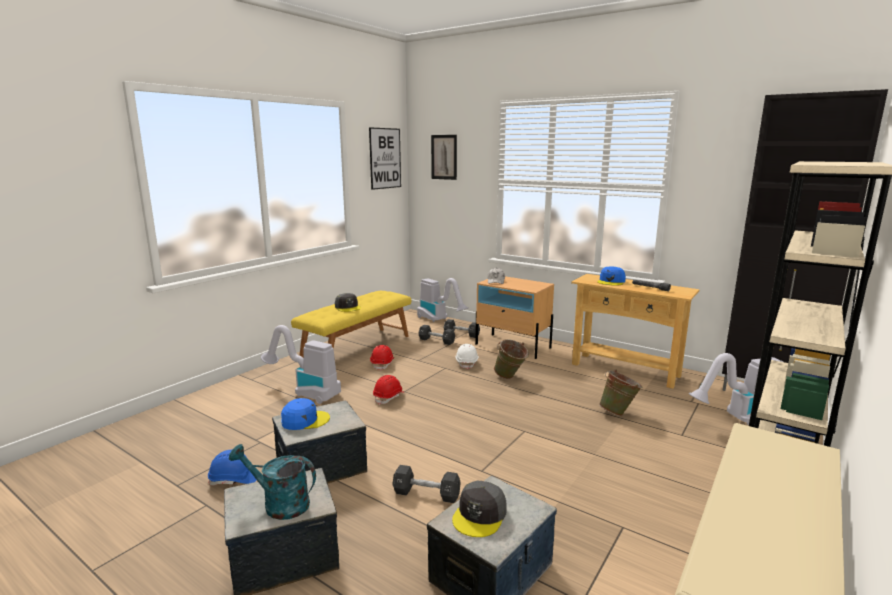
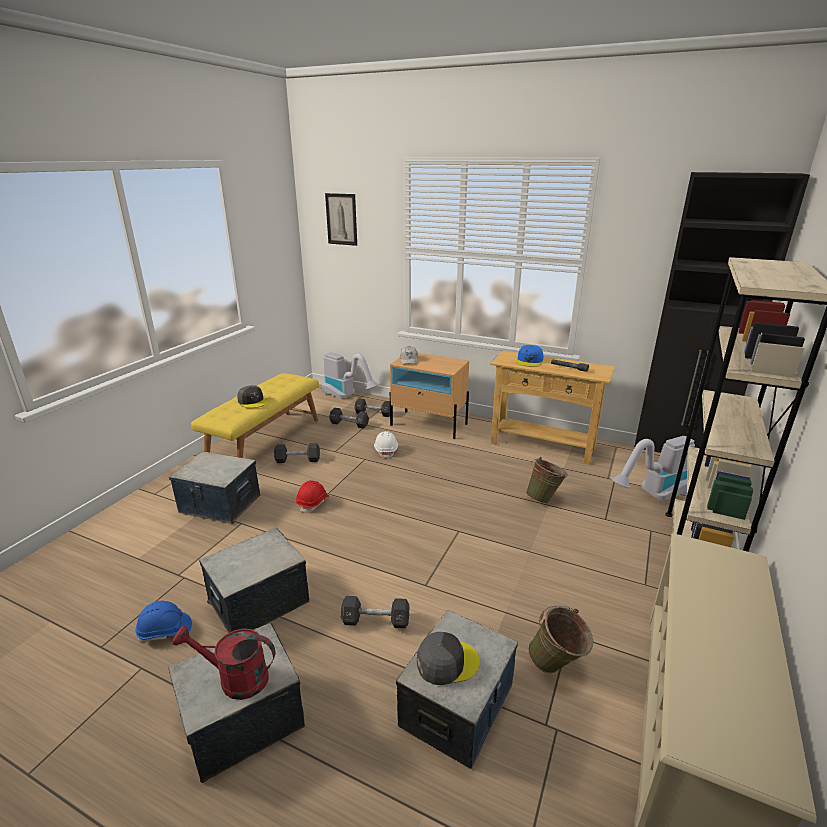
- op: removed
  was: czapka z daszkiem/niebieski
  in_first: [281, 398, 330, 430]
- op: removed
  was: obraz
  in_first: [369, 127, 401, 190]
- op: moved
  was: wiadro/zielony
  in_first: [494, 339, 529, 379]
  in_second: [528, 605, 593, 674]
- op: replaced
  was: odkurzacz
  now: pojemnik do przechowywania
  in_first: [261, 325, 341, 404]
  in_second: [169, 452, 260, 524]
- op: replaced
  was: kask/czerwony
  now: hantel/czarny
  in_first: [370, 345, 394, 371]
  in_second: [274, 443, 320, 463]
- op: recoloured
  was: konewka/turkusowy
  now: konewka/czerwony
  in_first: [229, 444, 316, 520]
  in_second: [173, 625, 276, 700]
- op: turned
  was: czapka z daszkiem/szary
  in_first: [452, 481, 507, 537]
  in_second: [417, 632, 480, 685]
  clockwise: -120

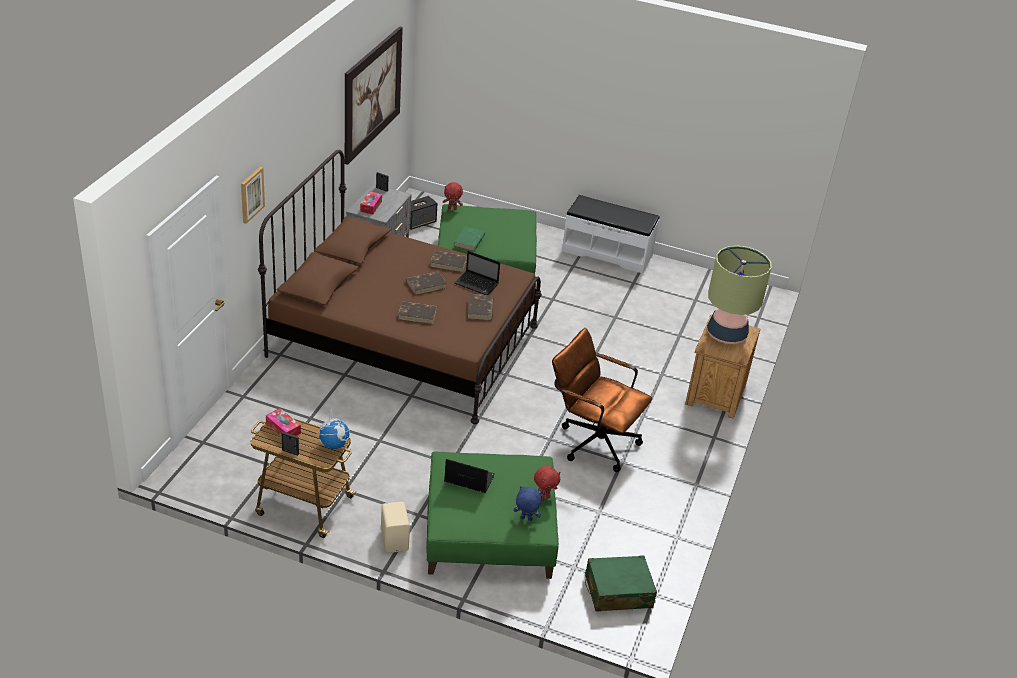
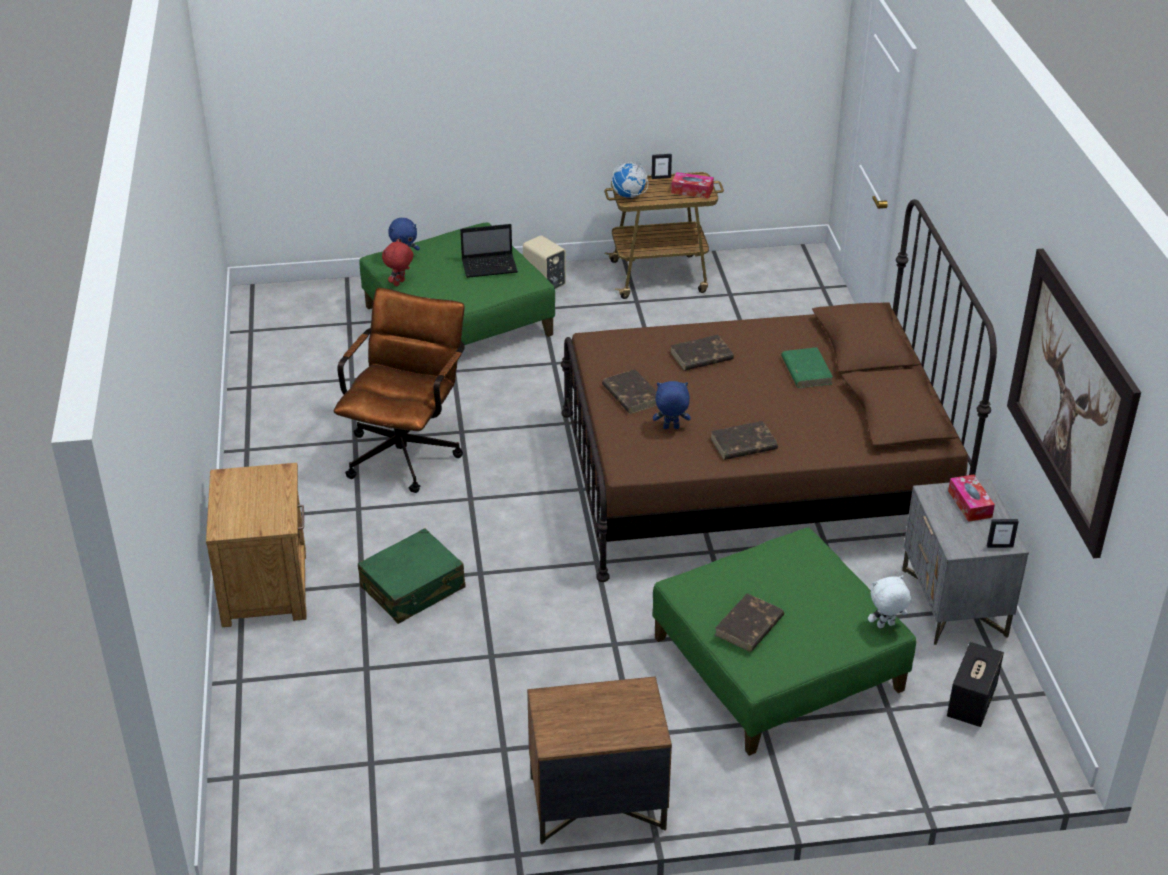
- op: removed
  was: obraz
  in_first: [241, 167, 265, 224]
- op: removed
  was: lampa stołowa
  in_first: [707, 246, 772, 344]
- op: moved
  was: książka/brązowy
  in_first: [406, 272, 447, 295]
  in_second: [715, 593, 784, 652]
- op: moved
  was: książka/zielony
  in_first: [455, 227, 485, 251]
  in_second: [781, 347, 833, 388]
- op: moved
  was: walizka/zielony
  in_first: [585, 555, 657, 612]
  in_second: [358, 528, 465, 624]
- op: replaced
  was: laptop
  now: pluszak/niebieski
  in_first: [454, 251, 500, 295]
  in_second: [653, 381, 691, 429]
- op: replaced
  was: ławka/biały
  now: szafka nocna/brązowy
  in_first: [562, 195, 660, 274]
  in_second: [527, 676, 672, 844]
- op: recoloured
  was: pluszak/czerwony
  now: pluszak/biały
  in_first: [443, 182, 463, 210]
  in_second: [868, 575, 911, 628]
- op: turned
  was: krzesło biurowe/brązowy
  in_first: [552, 328, 652, 472]
  in_second: [334, 288, 465, 493]
  clockwise: -75

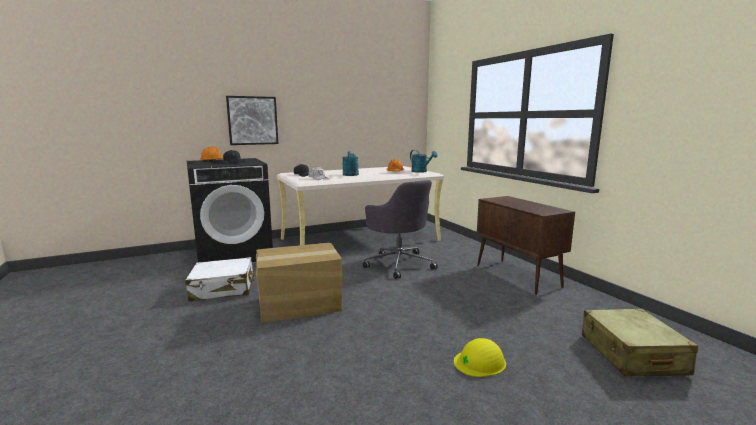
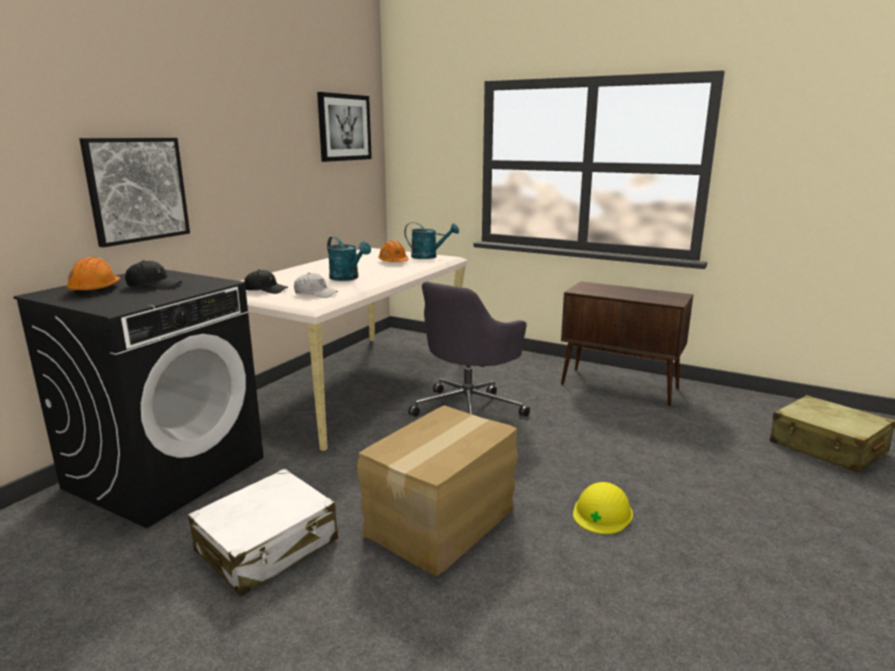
- op: added
  now: obraz
  in_second: [317, 92, 372, 162]
- op: moved
  was: kask/żółty
  in_first: [454, 338, 506, 377]
  in_second: [573, 482, 633, 534]
- op: turned
  was: krzesło biurowe/szary
  in_first: [363, 180, 438, 279]
  in_second: [408, 281, 530, 417]
  clockwise: 105

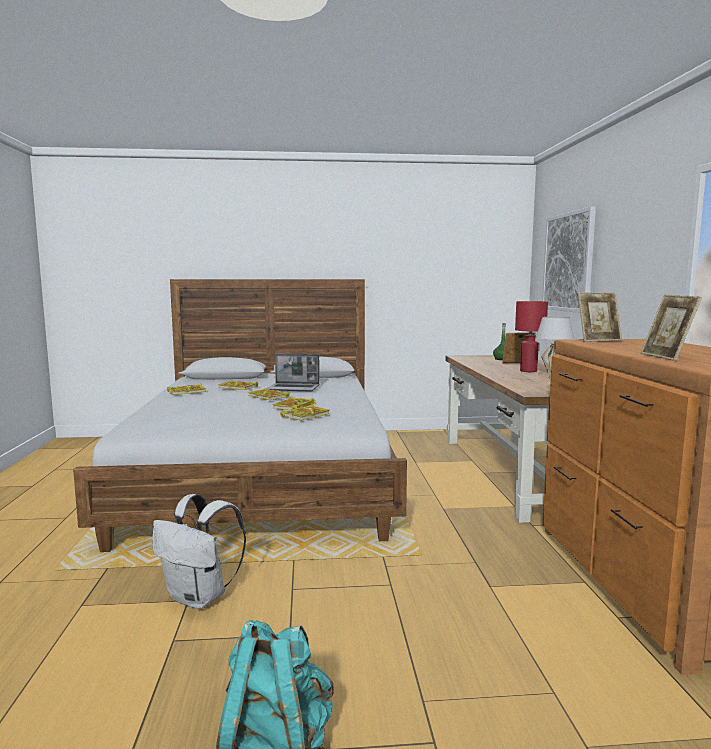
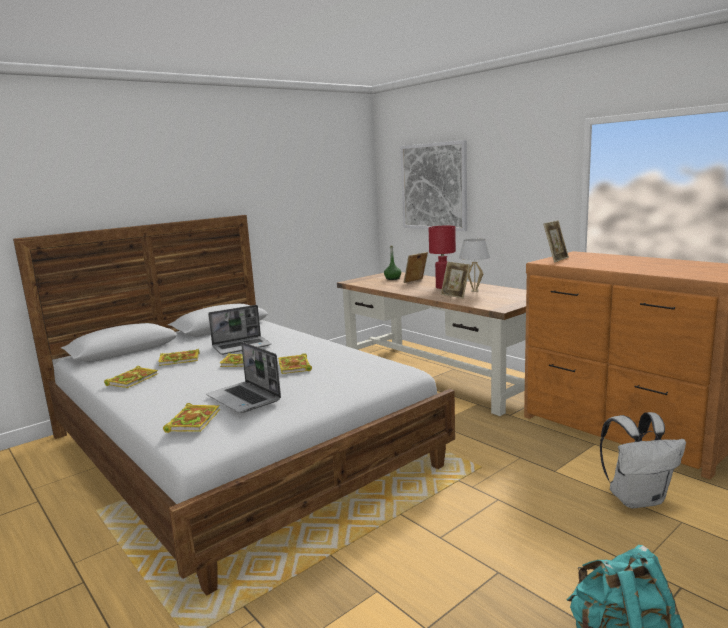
- op: added
  now: laptop
  in_second: [206, 342, 281, 413]
- op: moved
  was: plecak/biały
  in_first: [152, 494, 246, 609]
  in_second: [600, 412, 686, 509]
- op: moved
  was: książka
  in_first: [280, 404, 330, 421]
  in_second: [163, 403, 220, 433]
- op: moved
  was: ramka na zdjęcie
  in_first: [641, 294, 702, 361]
  in_second: [441, 262, 470, 298]

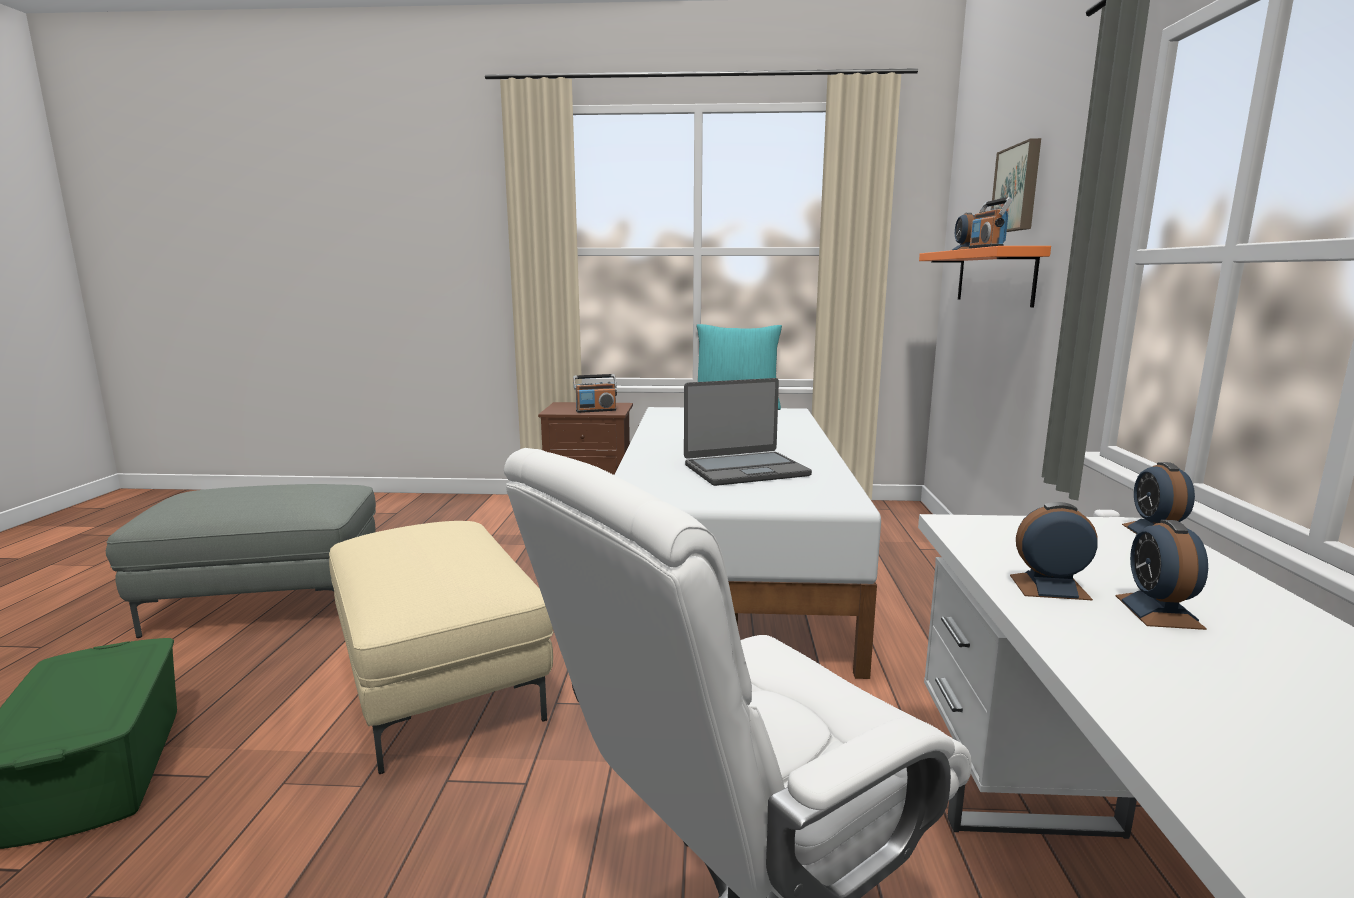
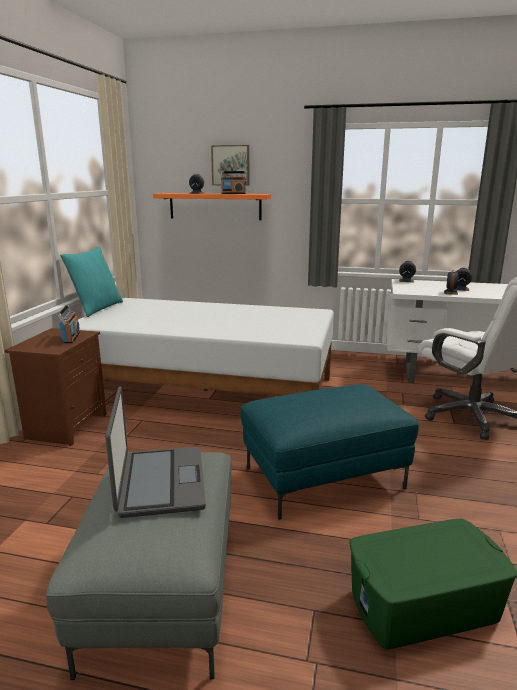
- op: moved
  was: laptop
  in_first: [684, 378, 812, 486]
  in_second: [105, 386, 206, 518]
- op: recoloured
  was: pufa/beżowy
  now: pufa/turkusowy
  in_first: [329, 521, 553, 774]
  in_second: [240, 384, 419, 520]

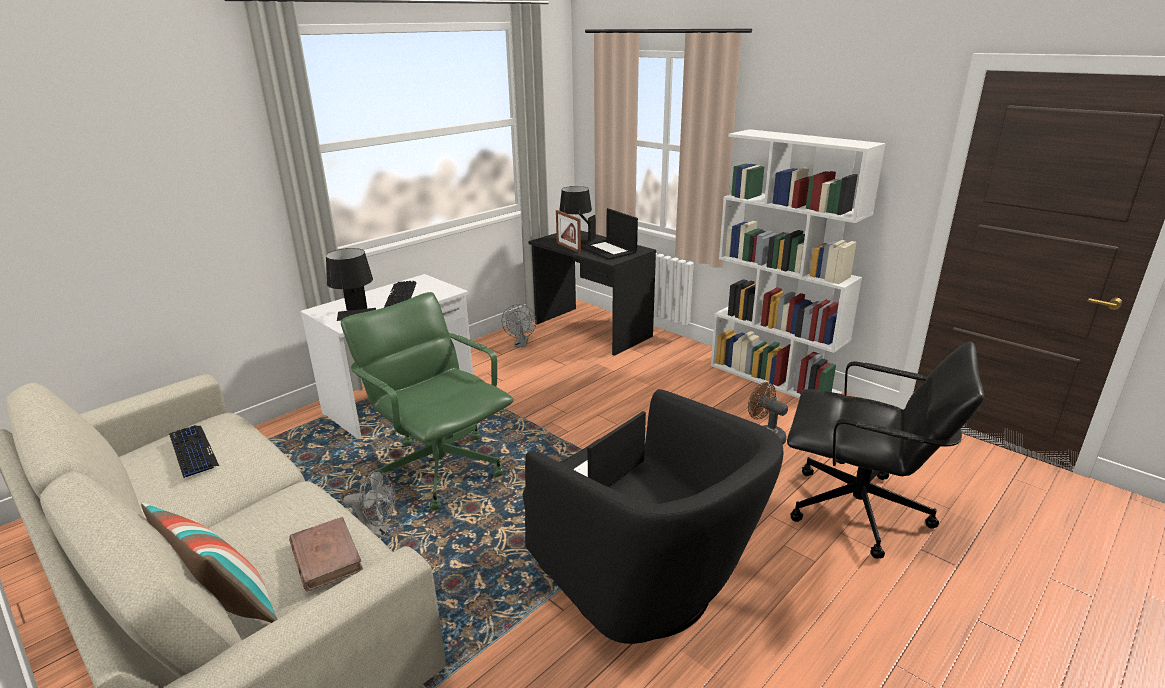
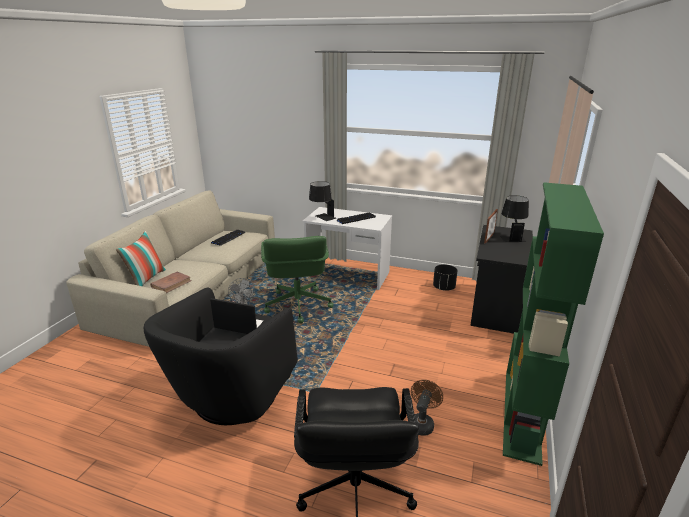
- op: removed
  was: laptop
  in_first: [581, 208, 638, 260]
- op: replaced
  was: wentylator/szary
  now: donica/czarny
  in_first: [501, 304, 537, 347]
  in_second: [433, 264, 458, 291]
- op: recoloured
  was: regał/biały
  now: regał/zielony
  in_first: [711, 129, 886, 398]
  in_second: [503, 182, 604, 466]
- op: turned
  was: krzesło biurowe/zielony
  in_first: [341, 292, 514, 511]
  in_second: [261, 236, 334, 323]
  clockwise: 150

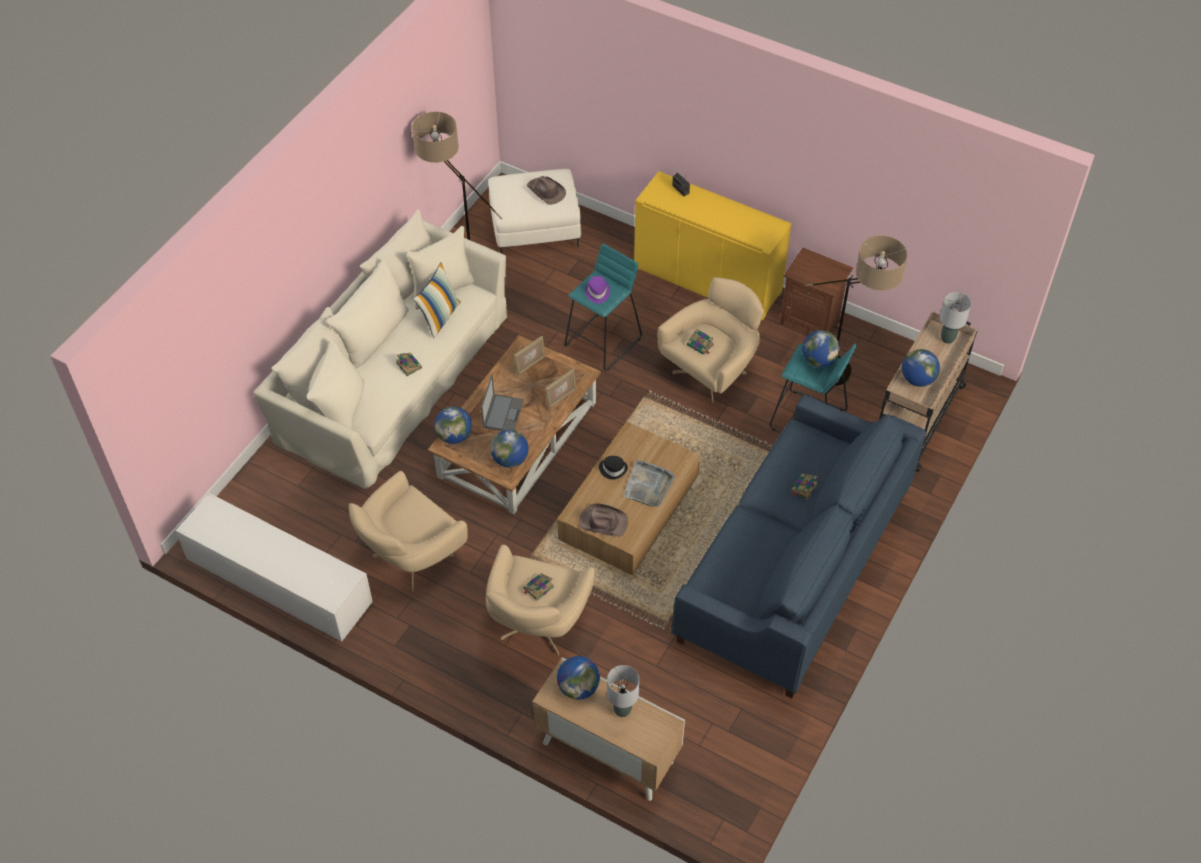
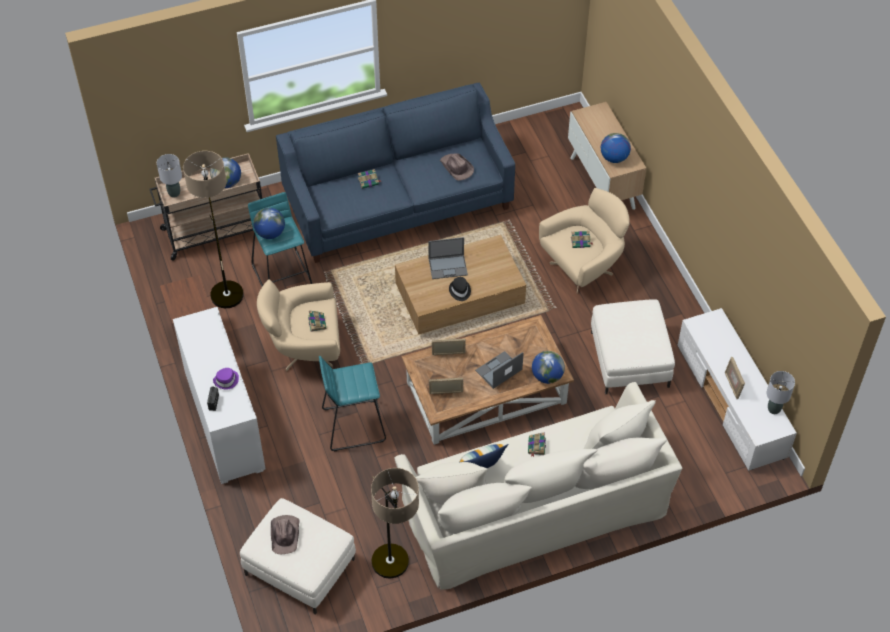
- op: removed
  was: globus
  in_first: [491, 430, 529, 468]
- op: added
  now: ramka na zdjęcie
  in_second: [725, 356, 745, 399]
- op: moved
  was: kapelusz/brązowy
  in_first: [579, 503, 628, 537]
  in_second: [440, 153, 474, 181]
- op: moved
  was: kapelusz/fioletowy
  in_first: [585, 276, 610, 304]
  in_second: [213, 368, 239, 390]
- op: moved
  was: lampa stołowa/szary
  in_first: [607, 665, 639, 717]
  in_second: [767, 371, 795, 414]
- op: replaced
  was: fotel/beżowy
  now: pufa/biały
  in_first: [349, 471, 468, 591]
  in_second: [591, 299, 675, 394]
- op: replaced
  was: taca/szary
  now: laptop
  in_first: [624, 460, 675, 507]
  in_second: [428, 237, 468, 279]
- op: recoloured
  was: szafka/żółty
  now: szafka/biały
  in_first: [634, 171, 792, 320]
  in_second: [173, 307, 266, 484]

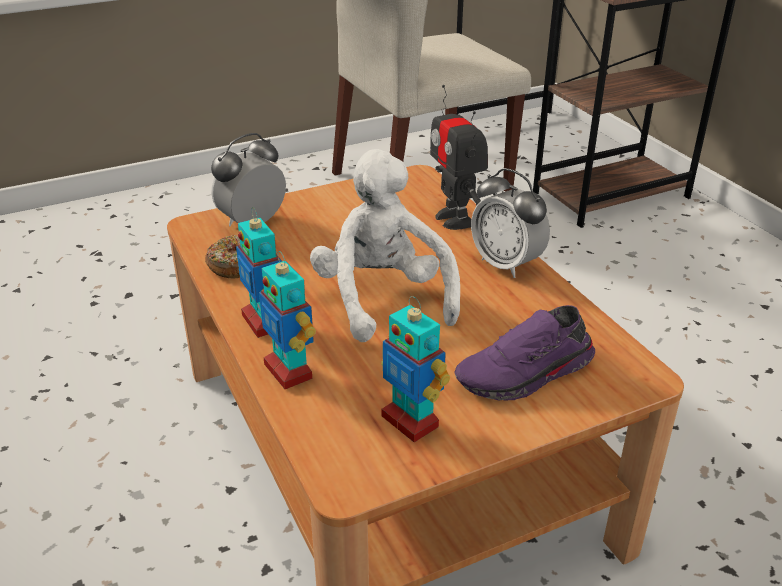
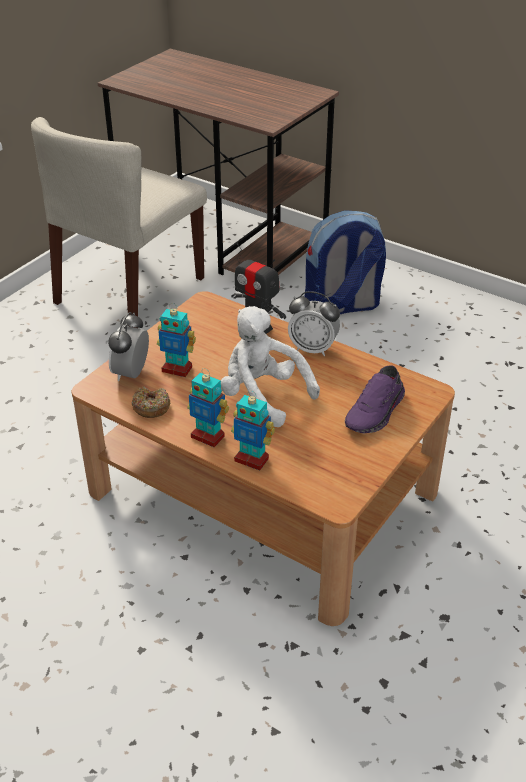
- op: added
  now: plecak
  in_second: [304, 210, 386, 314]
- op: moved
  was: robot zabawkowy
  in_first: [381, 296, 450, 442]
  in_second: [157, 303, 196, 377]

